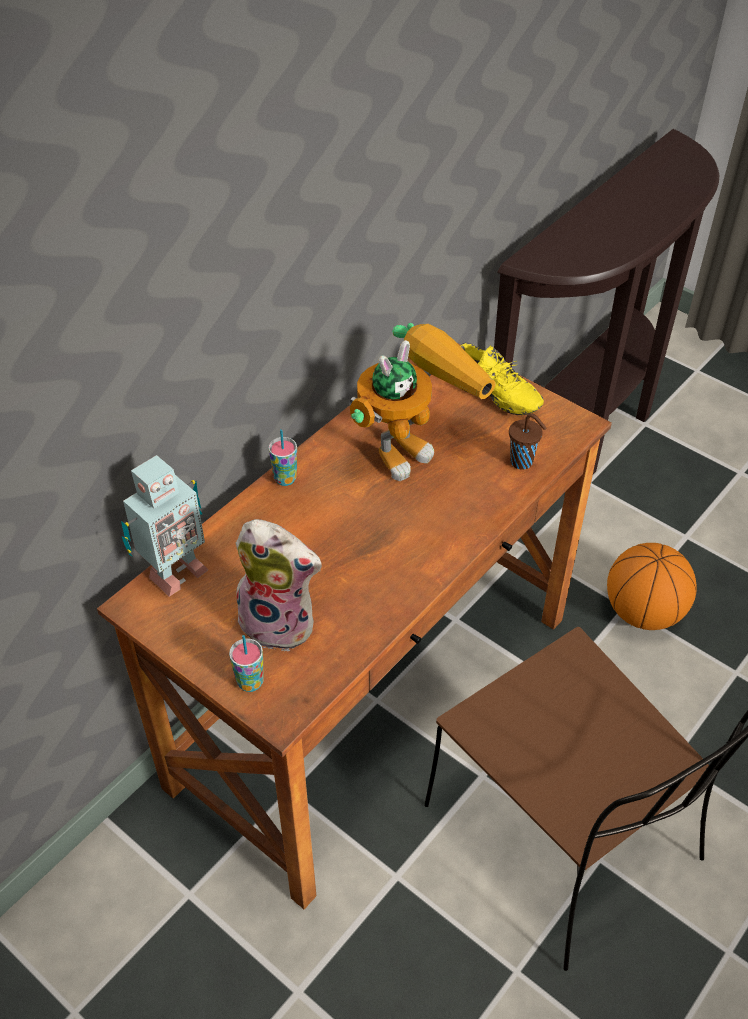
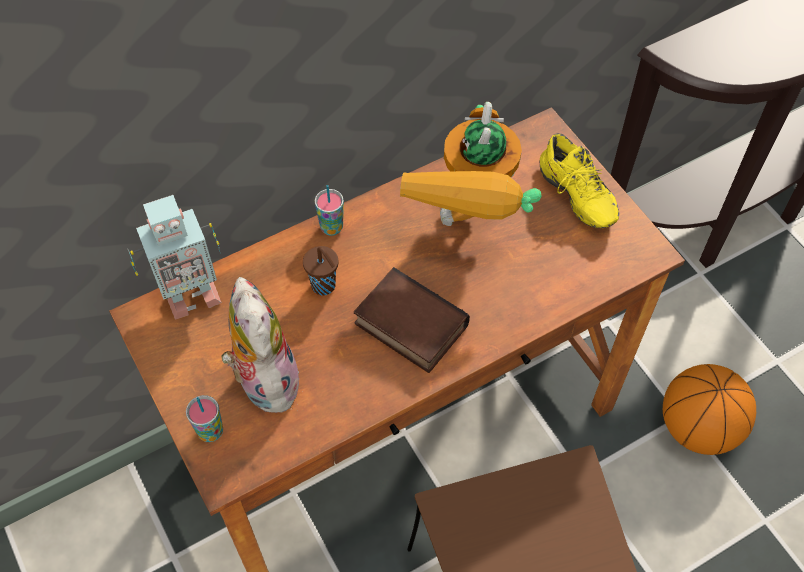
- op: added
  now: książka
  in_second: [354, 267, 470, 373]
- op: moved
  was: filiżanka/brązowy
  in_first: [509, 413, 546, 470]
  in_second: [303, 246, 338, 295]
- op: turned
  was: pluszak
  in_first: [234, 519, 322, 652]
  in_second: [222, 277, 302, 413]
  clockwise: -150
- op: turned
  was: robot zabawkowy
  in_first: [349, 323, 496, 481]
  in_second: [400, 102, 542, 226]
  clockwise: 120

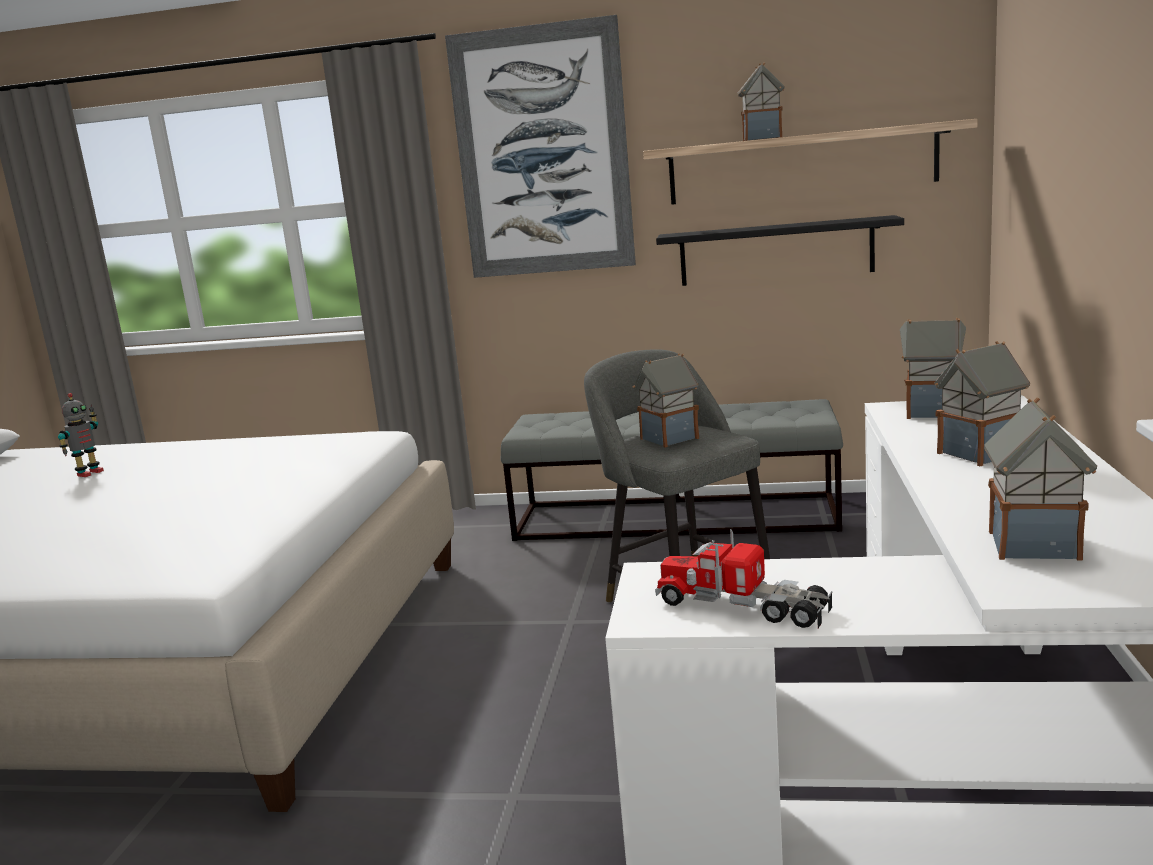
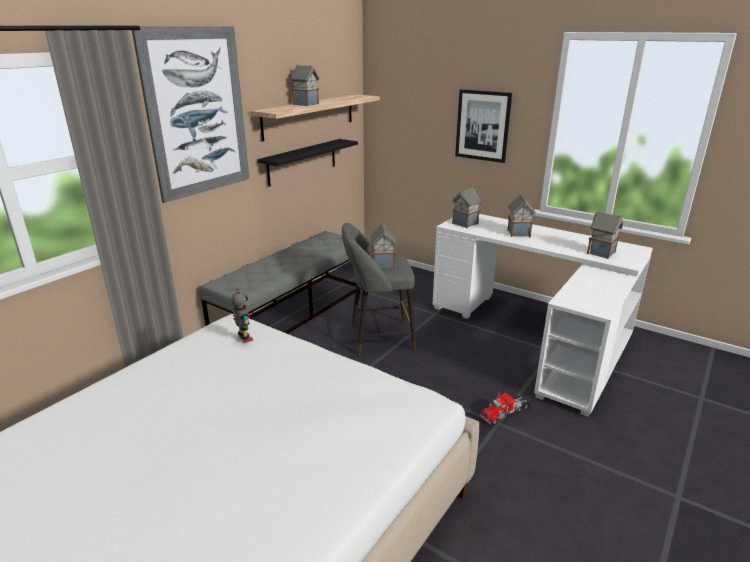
- op: added
  now: obraz
  in_second: [455, 89, 512, 163]
- op: moved
  was: robot zabawkowy
  in_first: [58, 393, 104, 477]
  in_second: [231, 288, 253, 343]
- op: moved
  was: ciężarówka zabawkowa
  in_first: [655, 529, 833, 628]
  in_second: [480, 393, 530, 425]

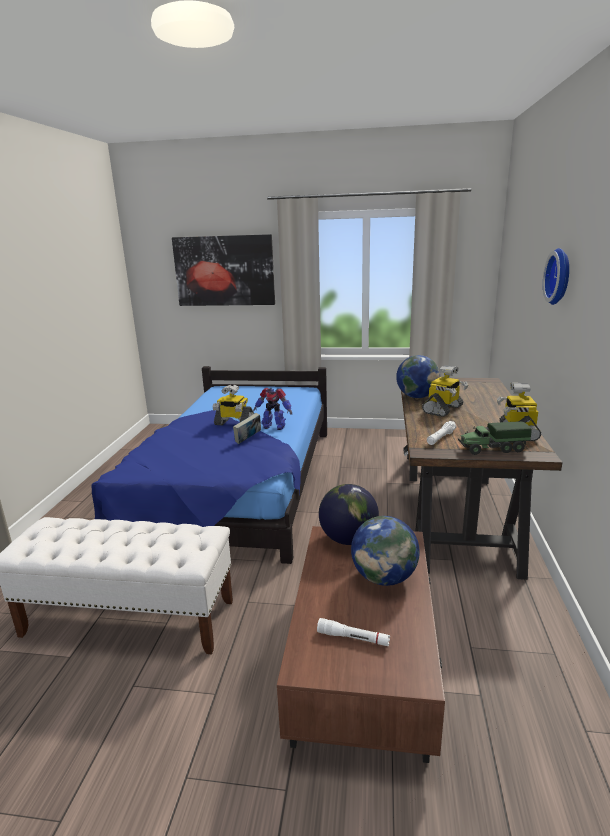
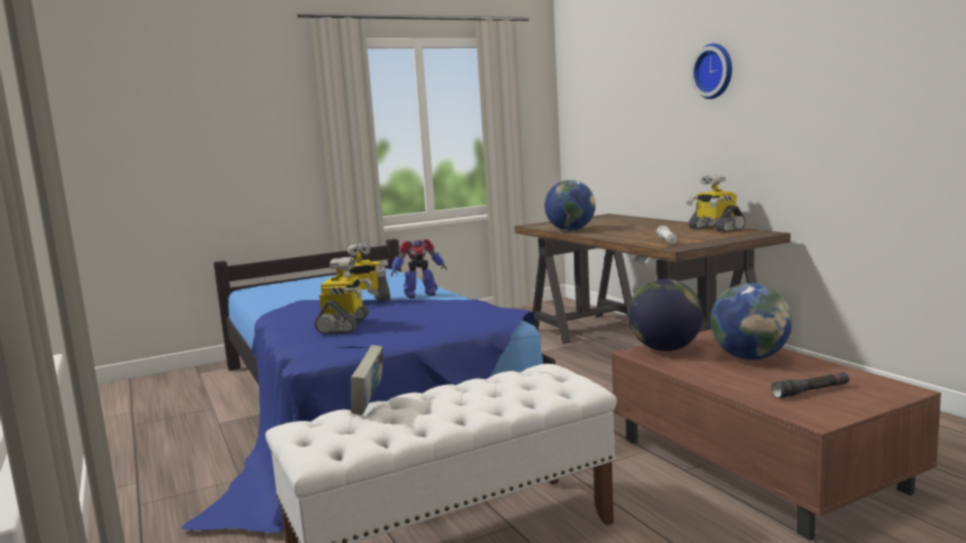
- op: removed
  was: obraz
  in_first: [172, 234, 275, 306]
- op: removed
  was: ciężarówka zabawkowa
  in_first: [458, 421, 532, 455]
- op: moved
  was: książka
  in_first: [233, 413, 261, 444]
  in_second: [351, 345, 383, 415]
- op: moved
  was: robot zabawkowy
  in_first: [422, 365, 468, 417]
  in_second: [315, 257, 372, 334]
- op: recoloured
  was: latarka/biały
  now: latarka/czarny
  in_first: [317, 618, 390, 646]
  in_second: [771, 372, 850, 398]

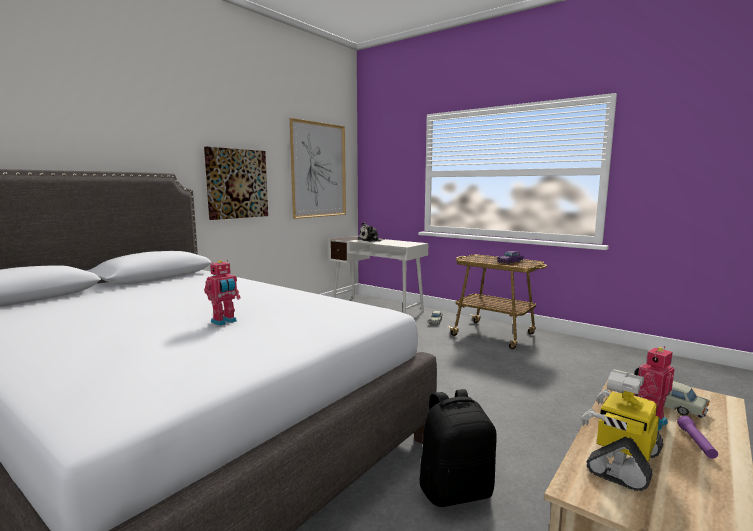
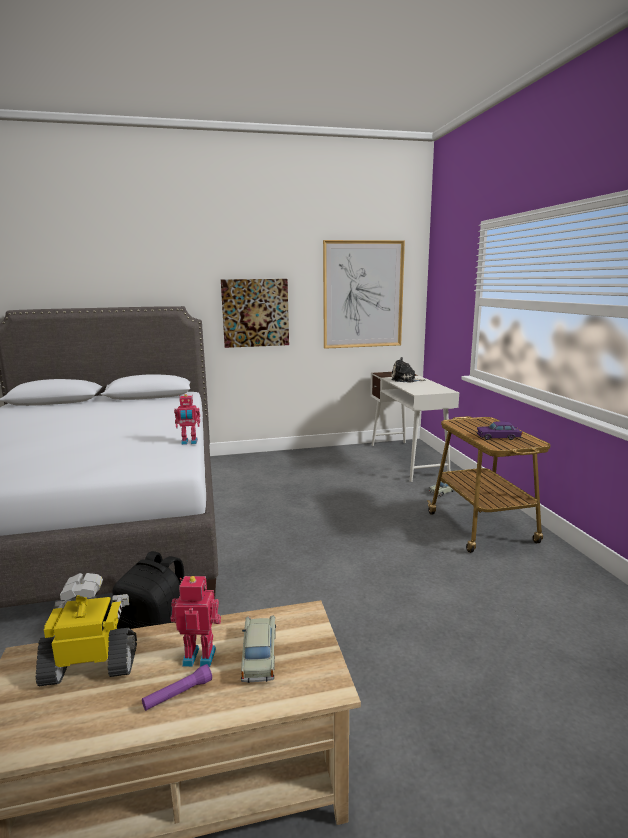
- op: moved
  was: robot zabawkowy
  in_first: [204, 260, 241, 326]
  in_second: [174, 394, 200, 445]

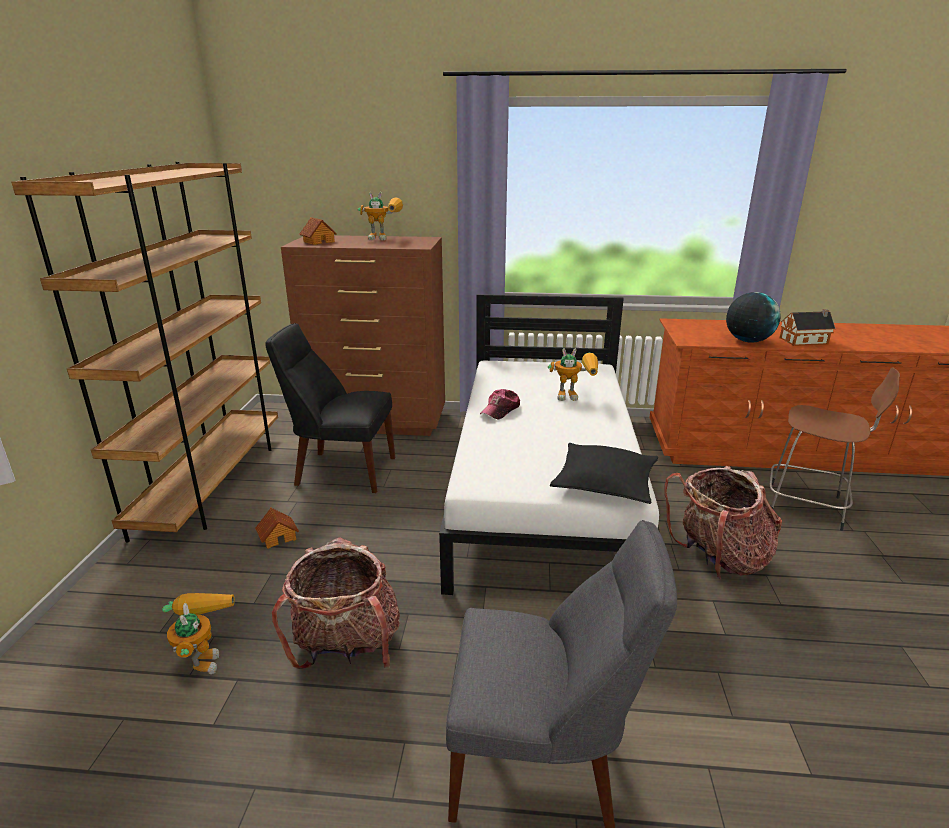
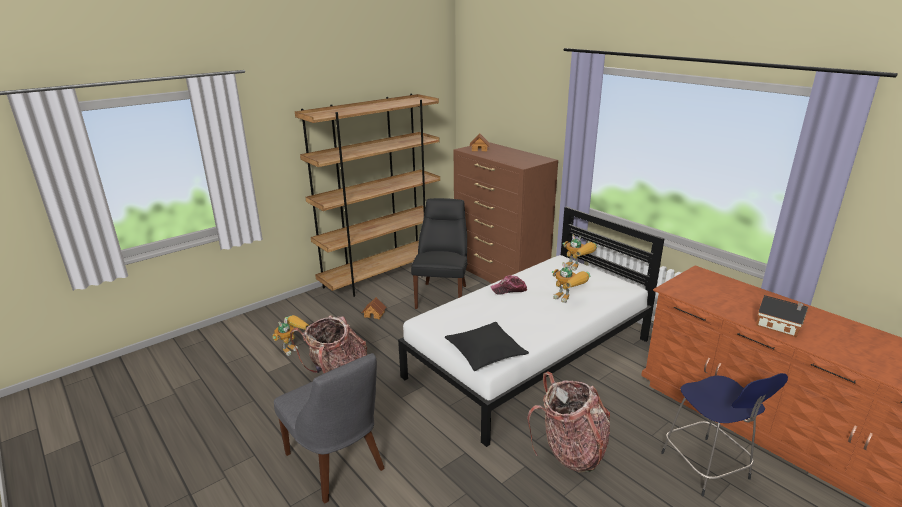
- op: removed
  was: globus
  in_first: [726, 292, 781, 343]
- op: moved
  was: robot zabawkowy
  in_first: [357, 192, 403, 240]
  in_second: [563, 234, 597, 271]
- op: recoloured
  was: stołek/brązowy
  now: stołek/niebieski
  in_first: [770, 368, 900, 531]
  in_second: [661, 373, 788, 496]
- op: turned
  was: krzesło/czarny
  in_first: [265, 323, 395, 493]
  in_second: [411, 198, 467, 309]
  clockwise: 45

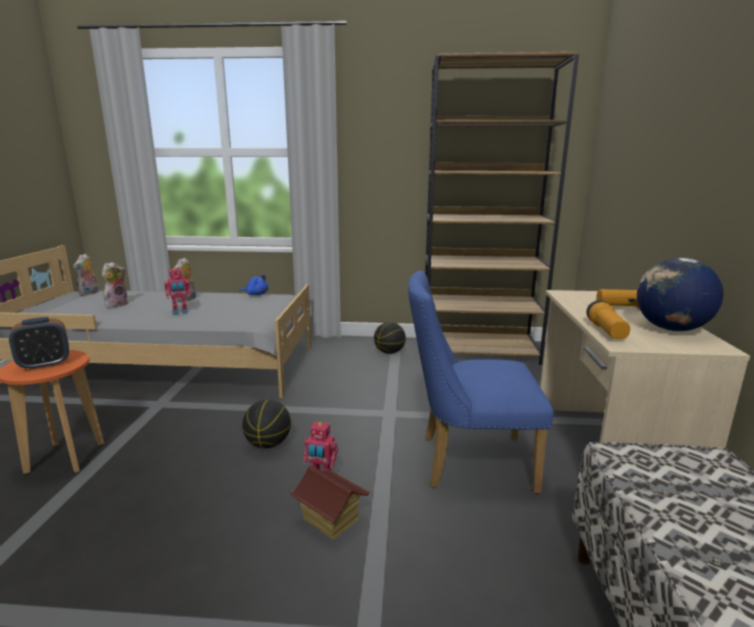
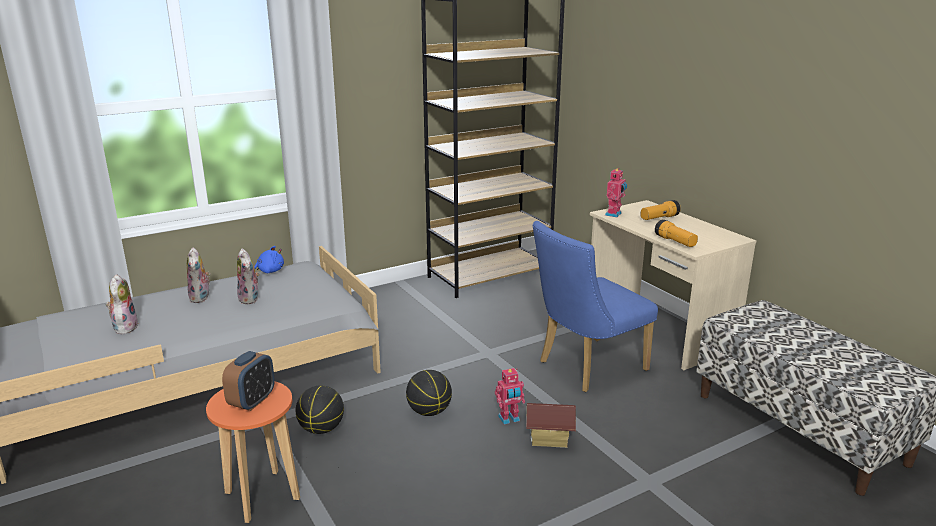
- op: removed
  was: globus
  in_first: [637, 258, 723, 331]
- op: moved
  was: pluszak
  in_first: [73, 254, 99, 296]
  in_second: [237, 249, 260, 304]
- op: moved
  was: robot zabawkowy
  in_first: [164, 268, 190, 315]
  in_second: [605, 168, 627, 217]
- op: moved
  was: piłka do koszykówki
  in_first: [374, 322, 406, 354]
  in_second: [295, 385, 344, 434]

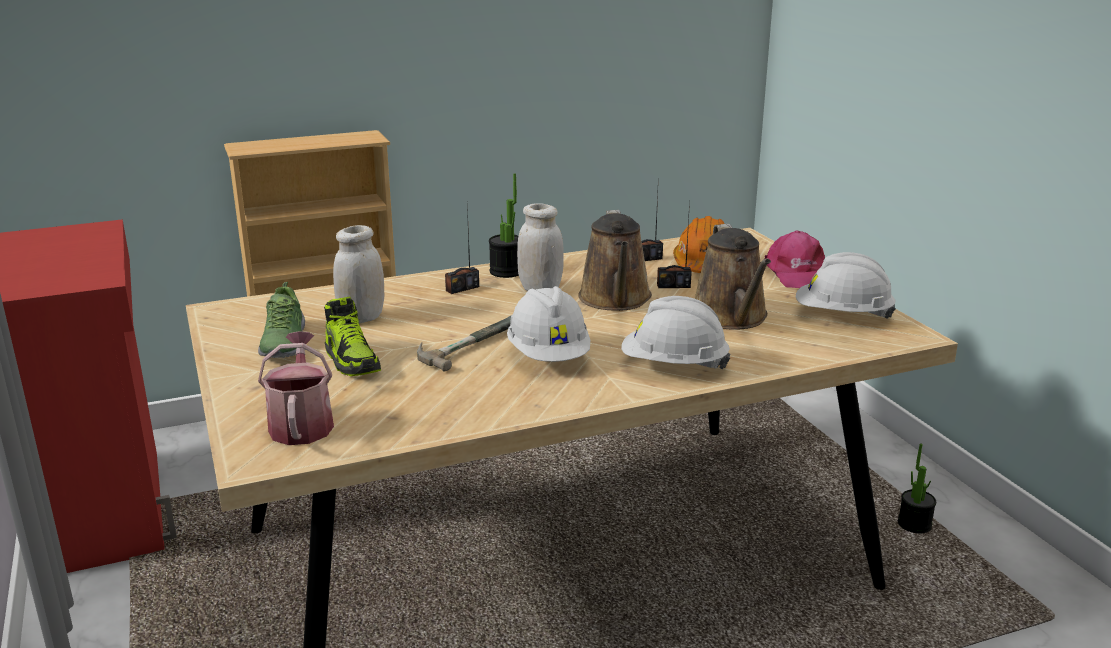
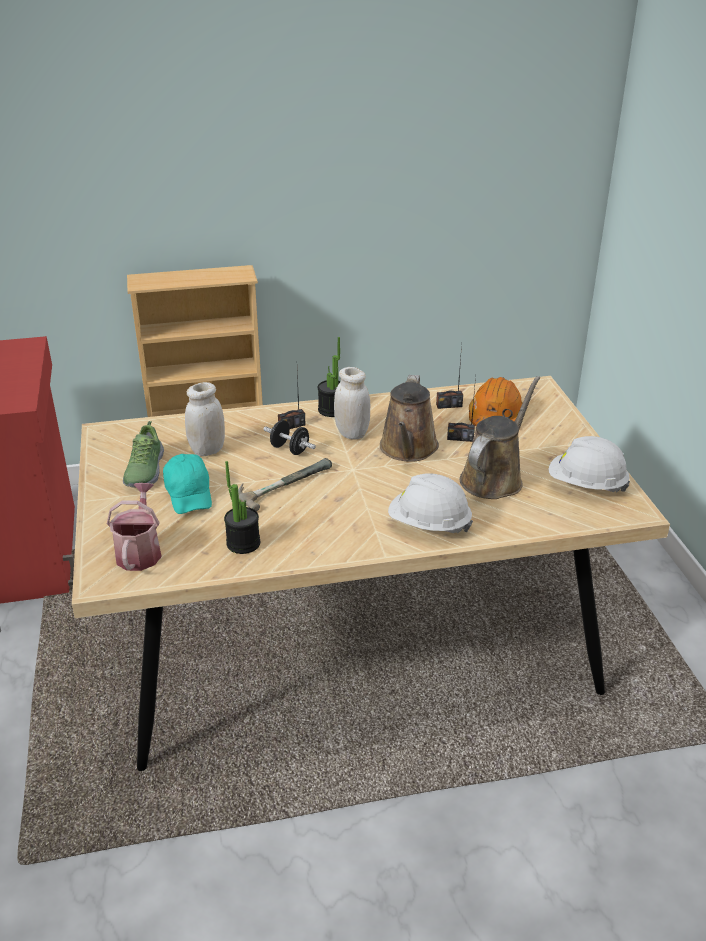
- op: removed
  was: kask/biały
  in_first: [507, 286, 590, 362]
- op: removed
  was: czapka z daszkiem/różowy
  in_first: [765, 230, 825, 288]
- op: added
  now: hantel/czarny
  in_second: [263, 420, 316, 455]
- op: moved
  was: roślina doniczkowa
  in_first: [898, 443, 936, 534]
  in_second: [224, 461, 260, 554]
- op: replaced
  was: but
  now: czapka z daszkiem/turkusowy
  in_first: [324, 296, 381, 376]
  in_second: [163, 454, 212, 514]
- op: turned
  was: konewka/brązowy
  in_first: [695, 224, 771, 329]
  in_second: [460, 376, 540, 499]
  clockwise: -150

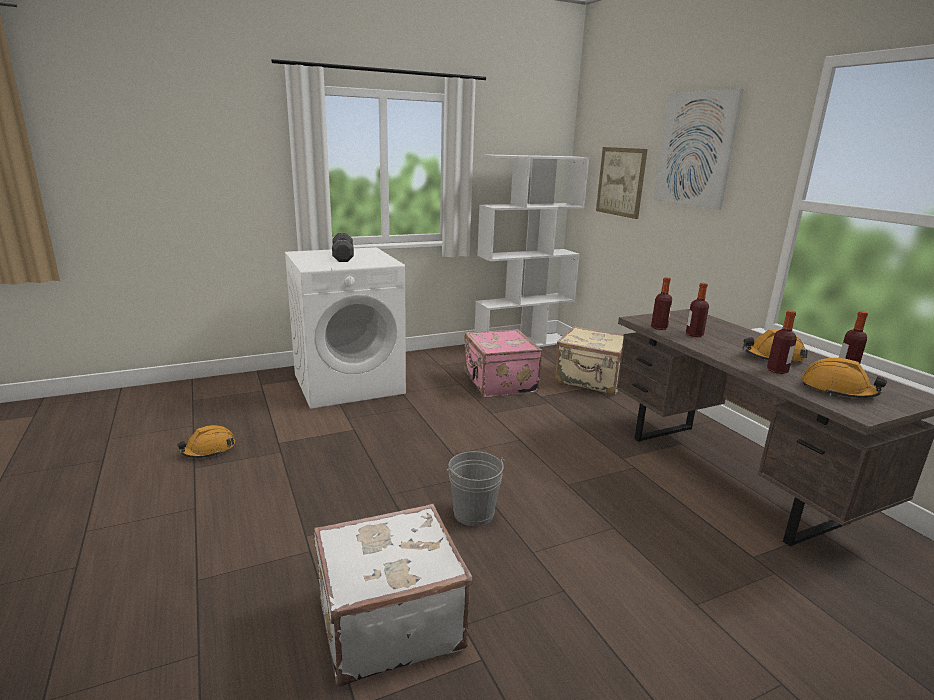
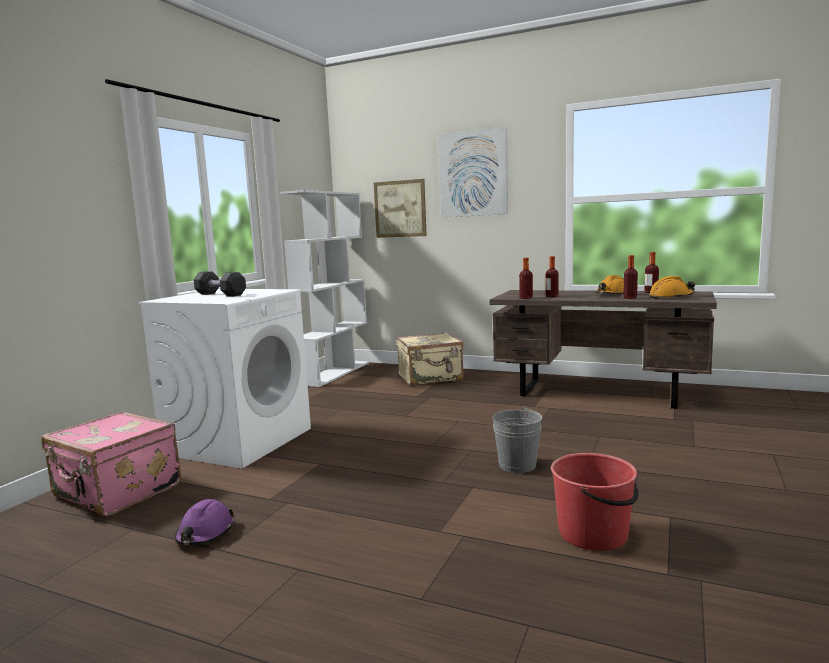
- op: moved
  was: walizka/różowy
  in_first: [464, 329, 542, 398]
  in_second: [41, 411, 181, 516]
- op: replaced
  was: walizka/biały
  now: wiadro/czerwony
  in_first: [314, 504, 472, 686]
  in_second: [551, 453, 639, 551]
- op: recoloured
  was: kask/pomarańczowy
  now: kask/fioletowy
  in_first: [177, 425, 235, 458]
  in_second: [175, 499, 235, 545]

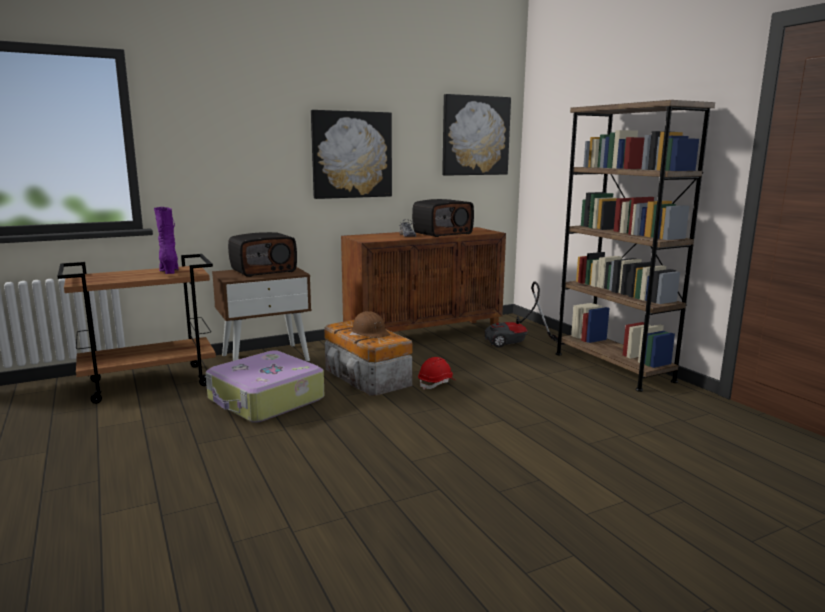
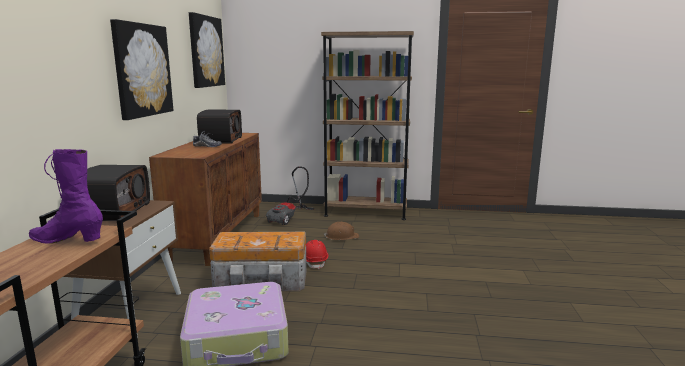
- op: moved
  was: kask/brązowy
  in_first: [351, 311, 390, 338]
  in_second: [324, 222, 359, 240]

